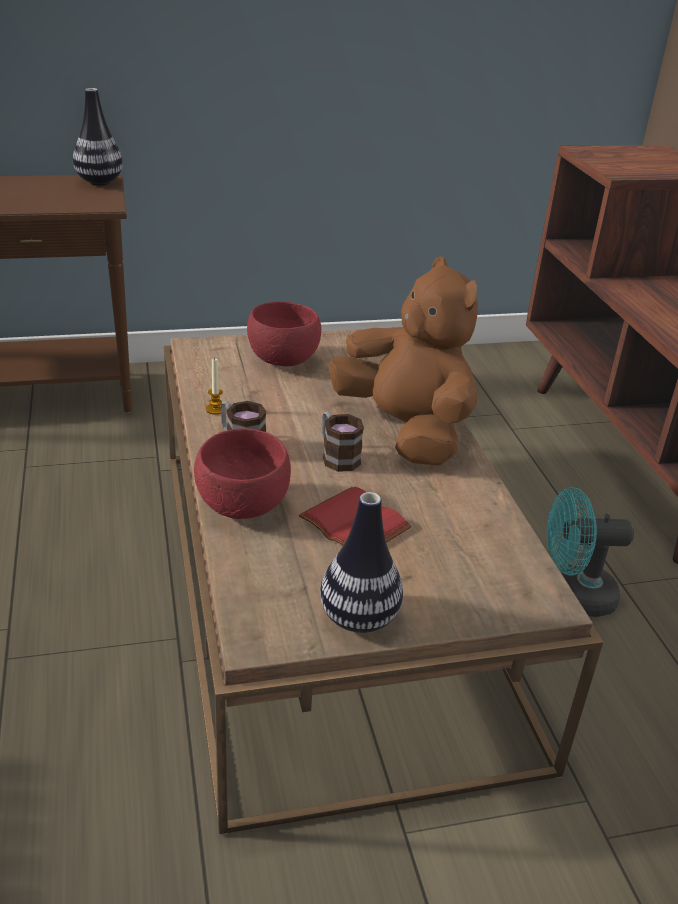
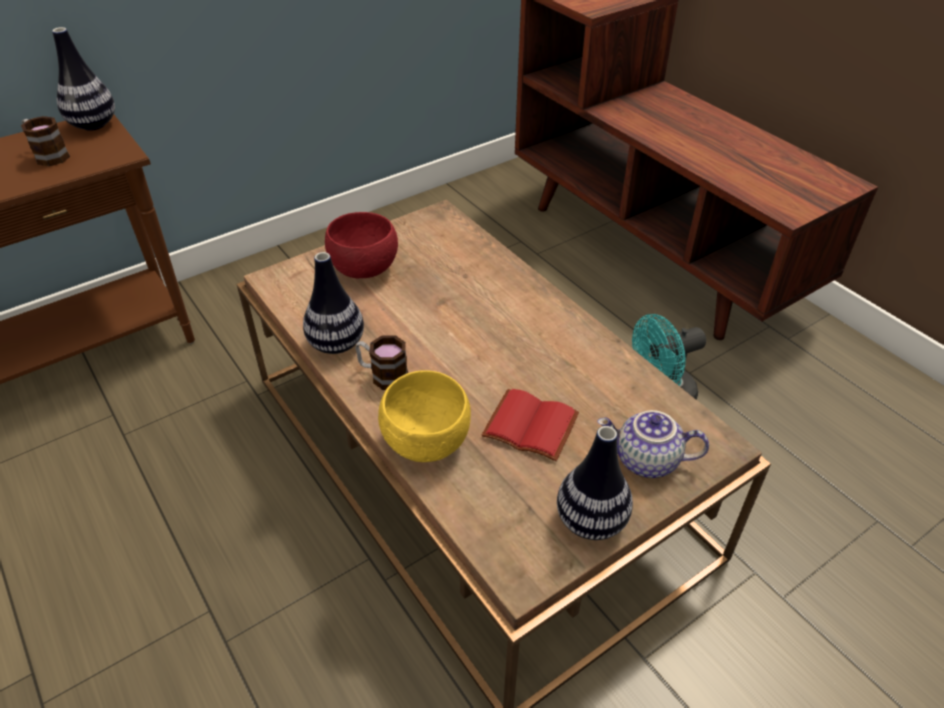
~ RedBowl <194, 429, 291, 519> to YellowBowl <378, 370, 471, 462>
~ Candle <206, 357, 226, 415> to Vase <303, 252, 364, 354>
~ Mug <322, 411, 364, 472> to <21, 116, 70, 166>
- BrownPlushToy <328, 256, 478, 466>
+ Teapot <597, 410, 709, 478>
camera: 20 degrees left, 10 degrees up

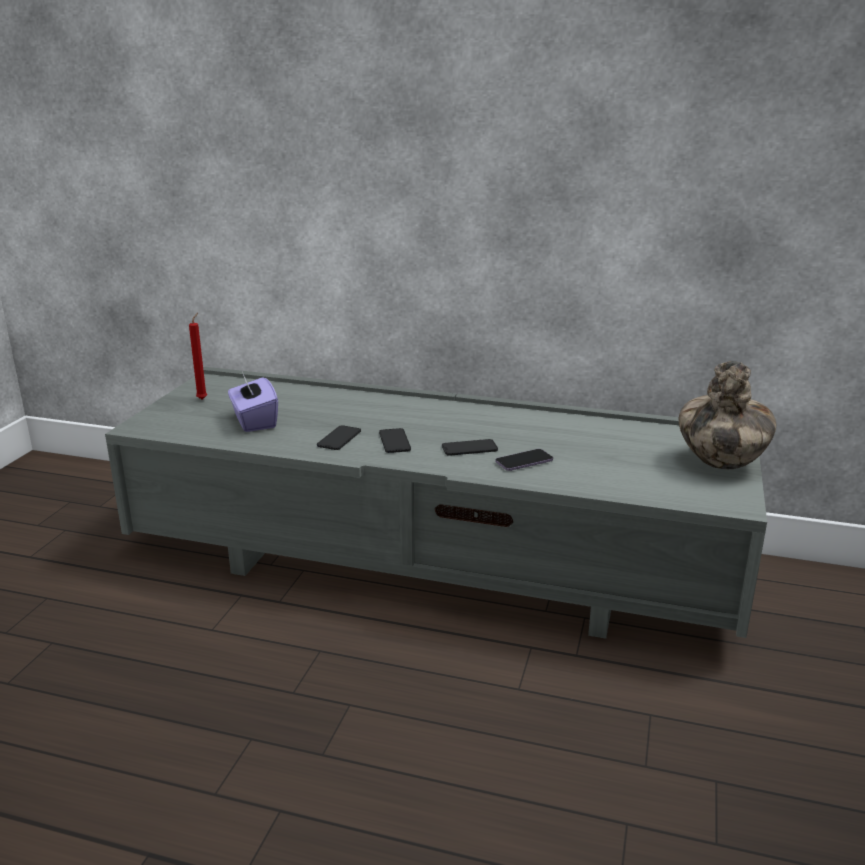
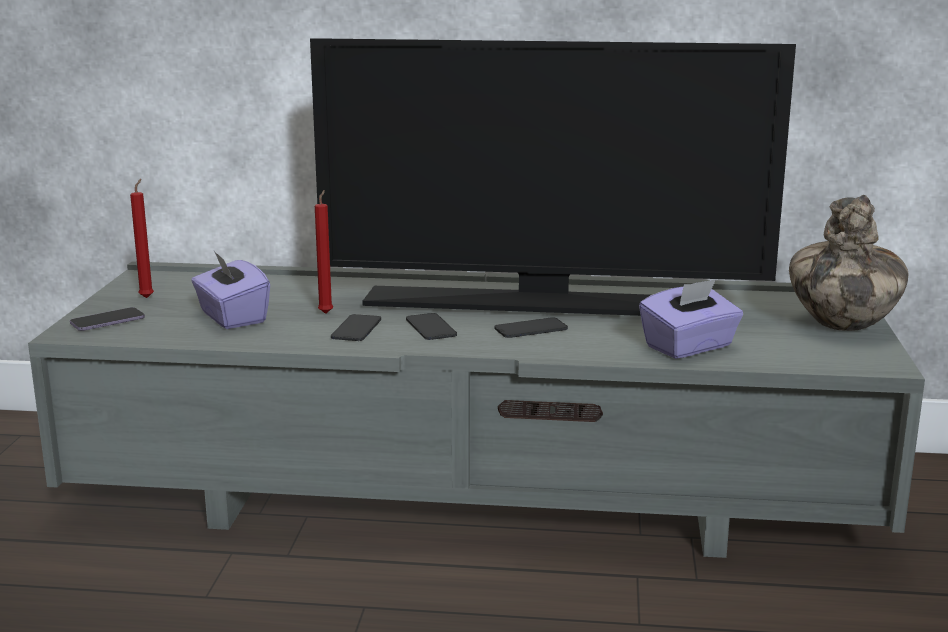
~ Phone <495, 449, 553, 471> to <70, 307, 145, 331>
+ Television <310, 38, 796, 316>
+ RedCandle <315, 190, 333, 314>
+ PurpleTissueBox <639, 279, 743, 359>
camera: 10 degrees left, 5 degrees down

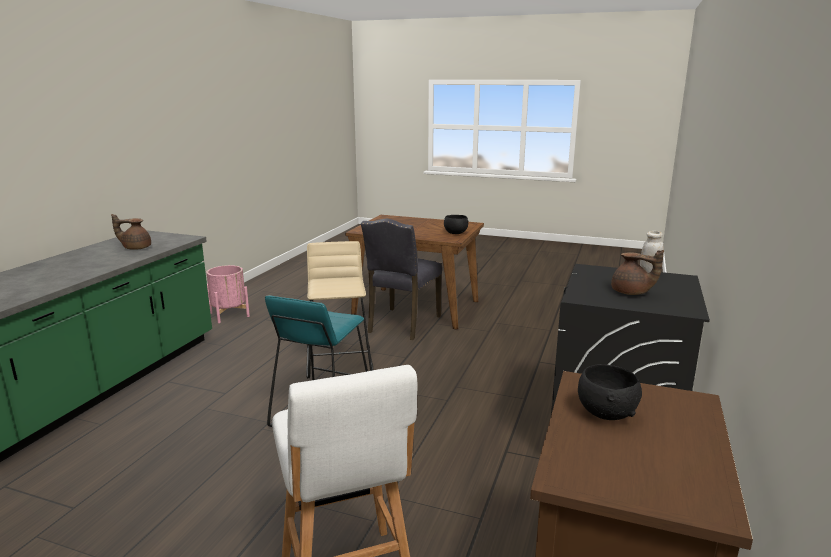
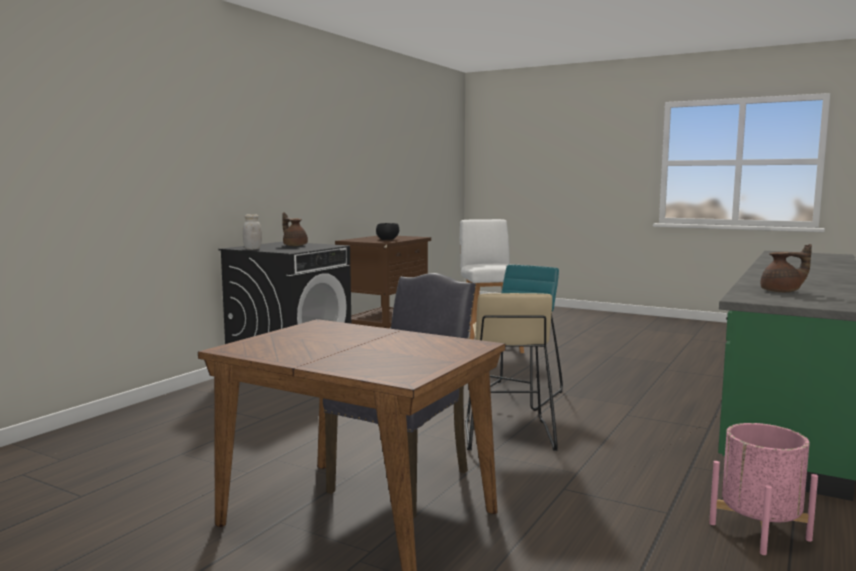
- BlackBowl <444, 215, 469, 234>
camera: 170 degrees left, 10 degrees down

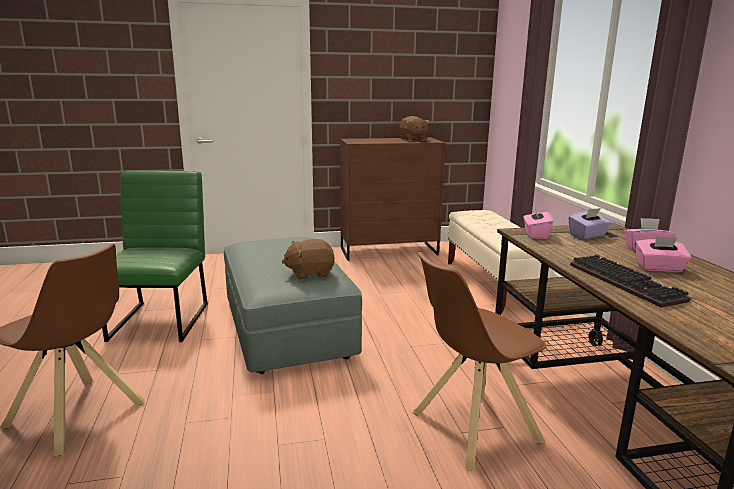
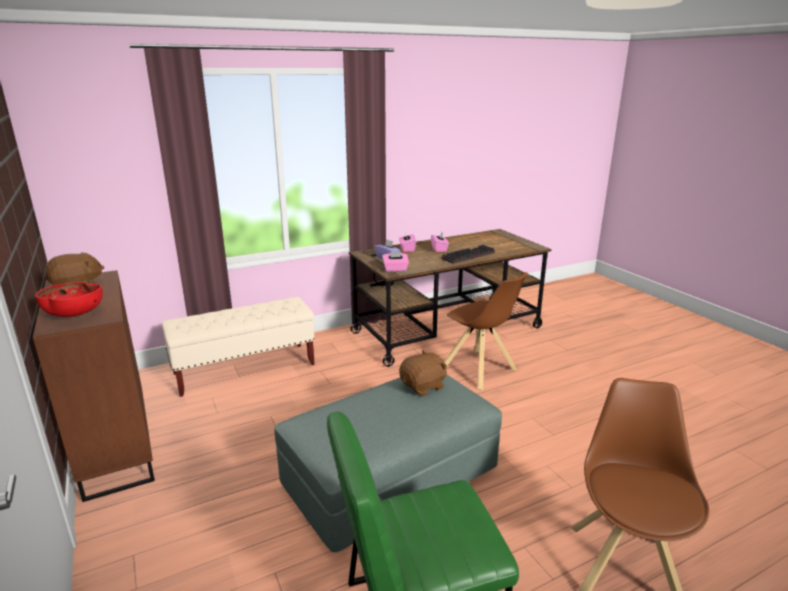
~ BrownPlushToy <282, 239, 334, 280> = <399, 350, 447, 396> 90 degrees counterclockwise
+ RedBowl <35, 282, 103, 317>
camera: 105 degrees left, 5 degrees up

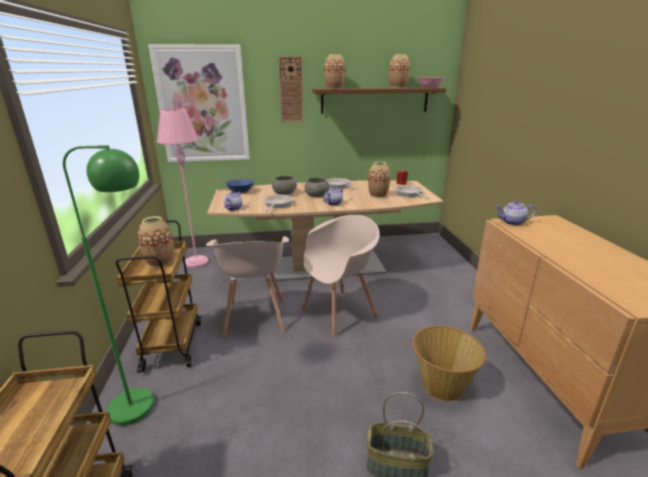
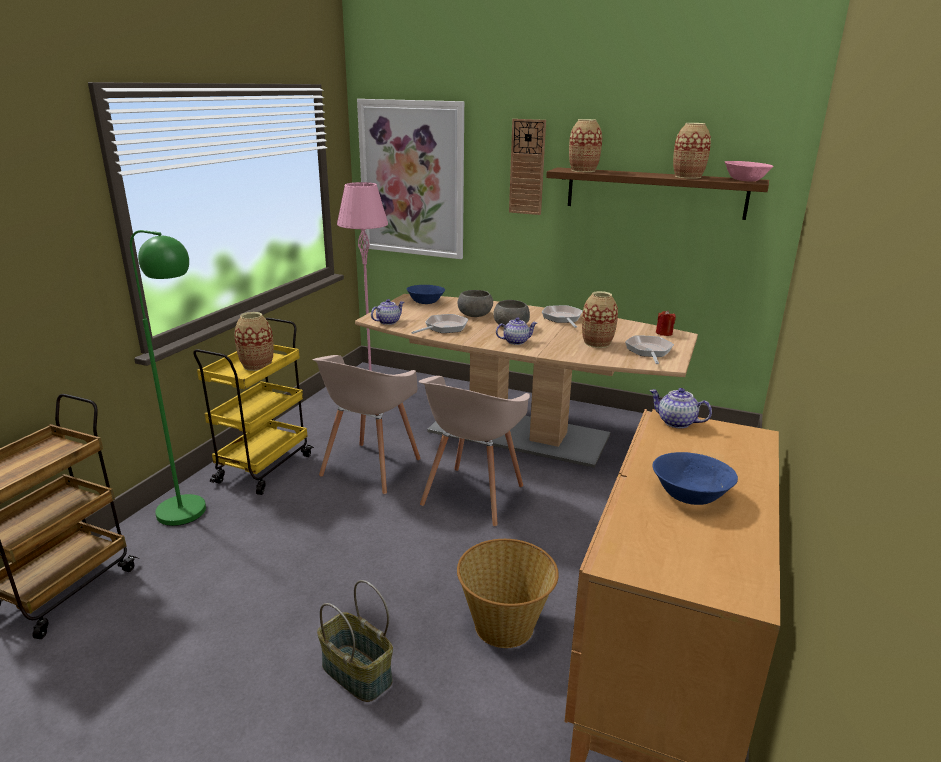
~ BrownCart <116, 220, 201, 373> to YellowCart <193, 318, 314, 495>
~ BeigeChair <302, 215, 379, 337> = <419, 376, 530, 526> 120 degrees clockwise
+ BlueBowl <653, 452, 738, 505>
camera: 30 degrees right, 0 degrees up

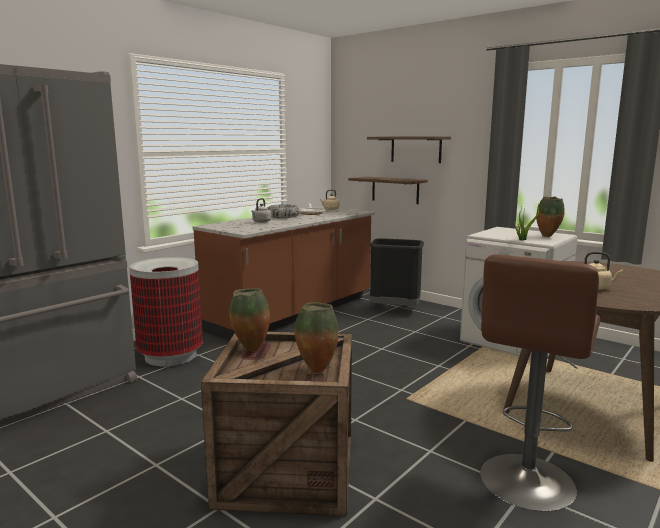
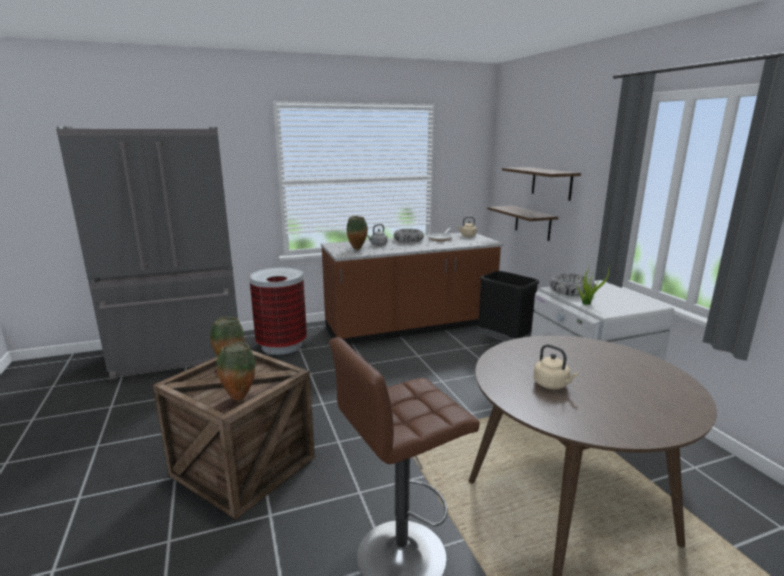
~ Vase <536, 196, 565, 237> to <347, 216, 368, 250>
+ Bowl <550, 273, 595, 296>
camera: 30 degrees right, 5 degrees up

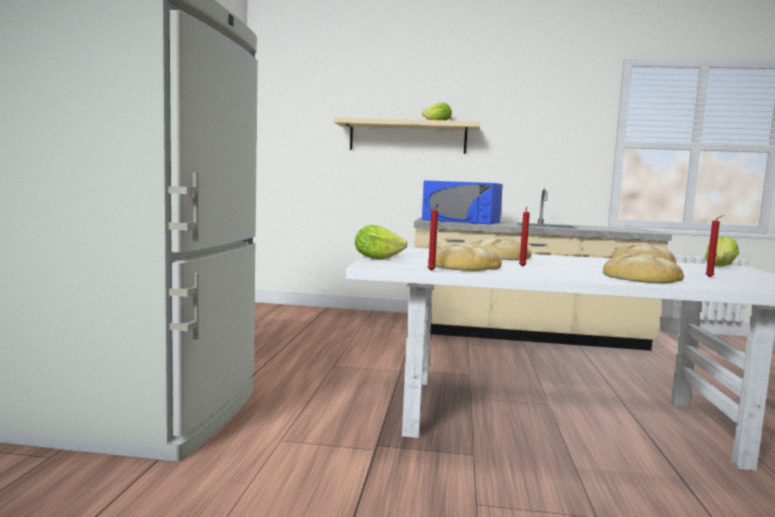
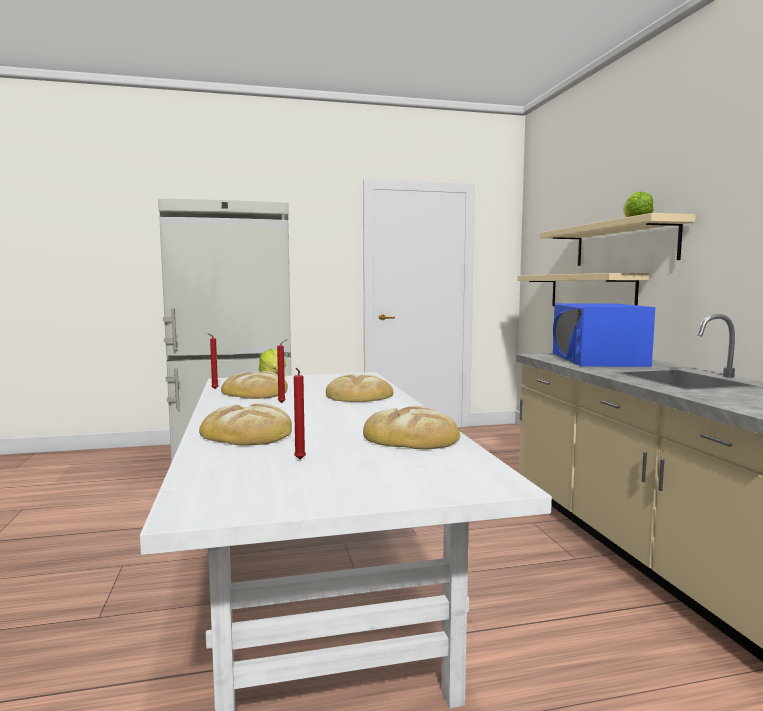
- Lettuce <705, 236, 739, 267>
+ BeigeShelf <517, 273, 649, 306>
camera: 70 degrees right, 0 degrees up

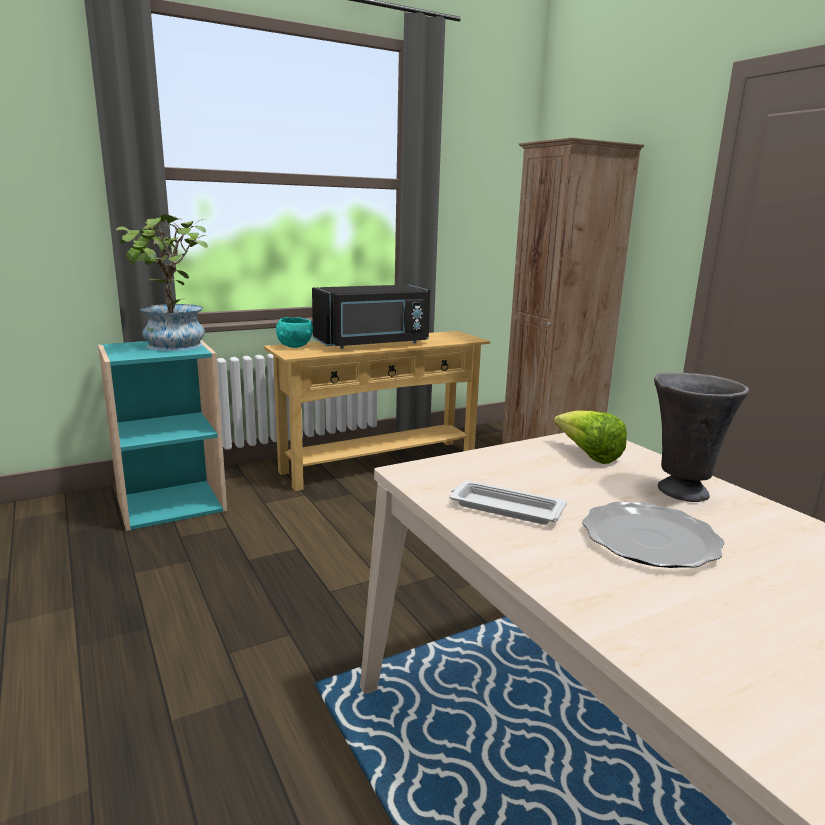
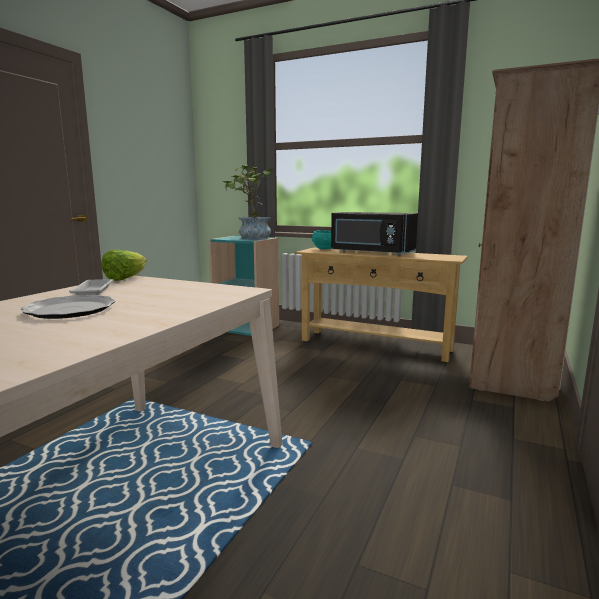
~ Lettuce <554, 411, 627, 464> to <101, 249, 147, 281>
- GreyVase <654, 372, 749, 502>
camera: 55 degrees right, 5 degrees down

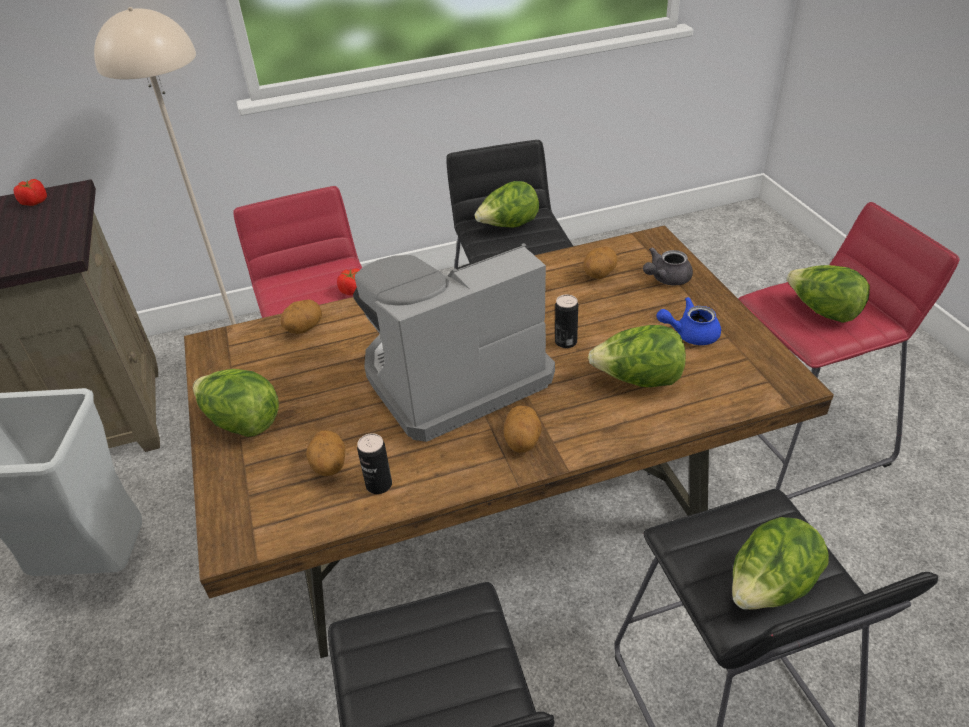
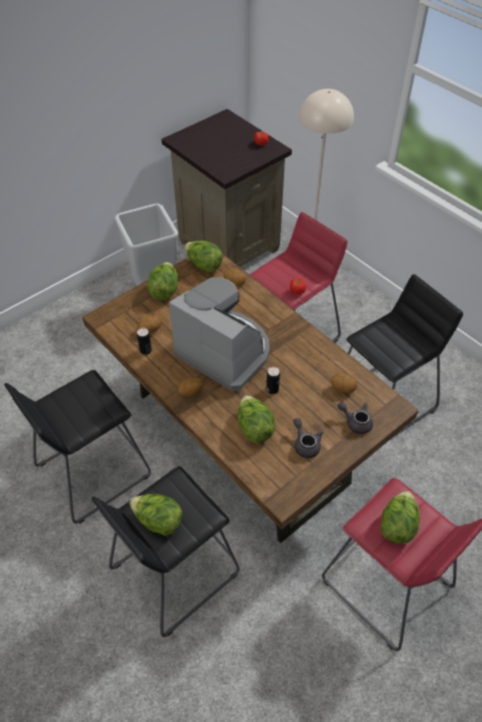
~ Lettuce <475, 181, 539, 228> to <185, 241, 223, 272>
~ BlueTeapot <656, 297, 721, 345> to GreyTeapot <293, 418, 323, 458>
camera: 65 degrees right, 10 degrees up

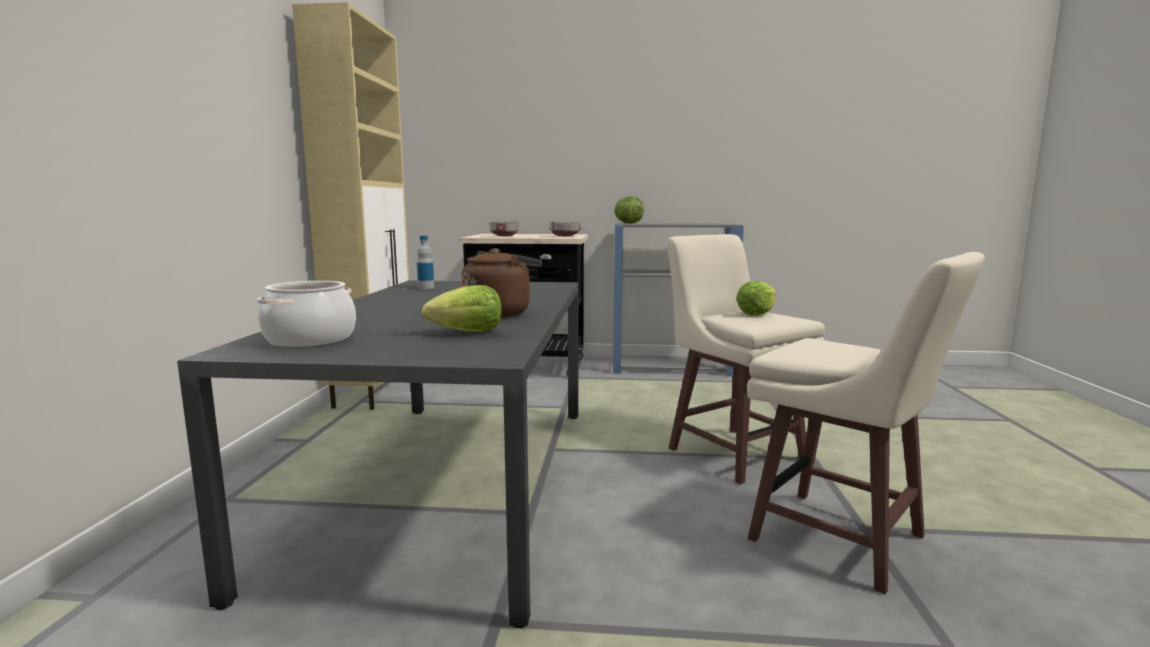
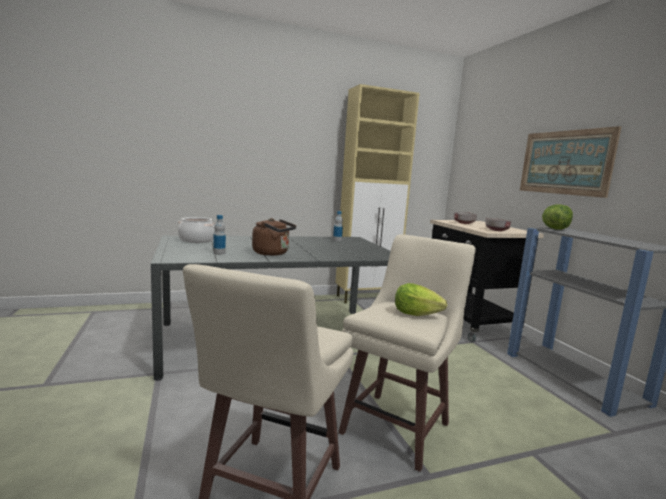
~ Lettuce <422, 285, 502, 332> to Bottle <214, 215, 226, 254>
+ Picture <520, 126, 621, 198>
camera: 65 degrees right, 0 degrees up

